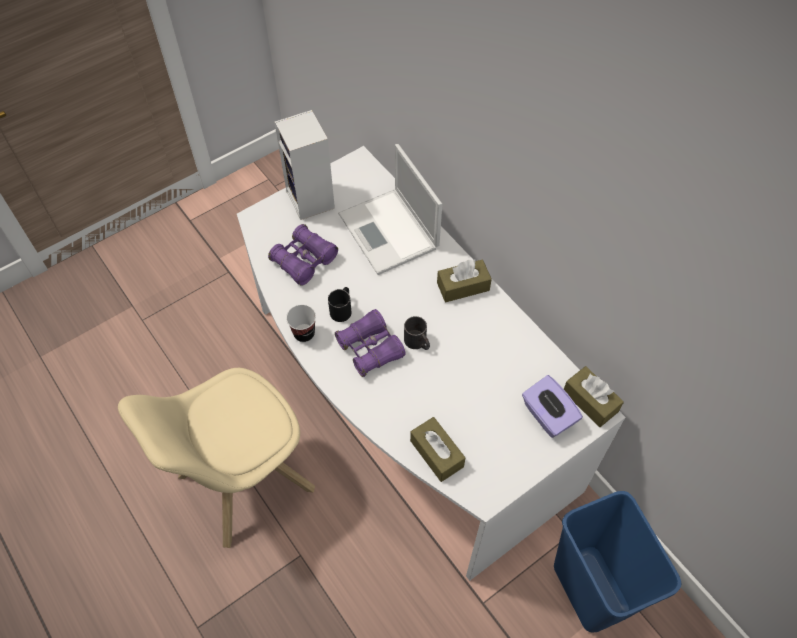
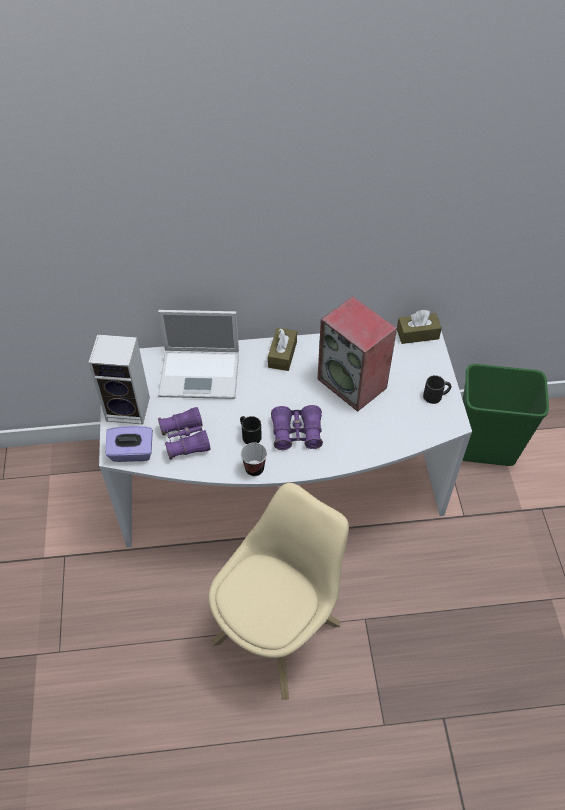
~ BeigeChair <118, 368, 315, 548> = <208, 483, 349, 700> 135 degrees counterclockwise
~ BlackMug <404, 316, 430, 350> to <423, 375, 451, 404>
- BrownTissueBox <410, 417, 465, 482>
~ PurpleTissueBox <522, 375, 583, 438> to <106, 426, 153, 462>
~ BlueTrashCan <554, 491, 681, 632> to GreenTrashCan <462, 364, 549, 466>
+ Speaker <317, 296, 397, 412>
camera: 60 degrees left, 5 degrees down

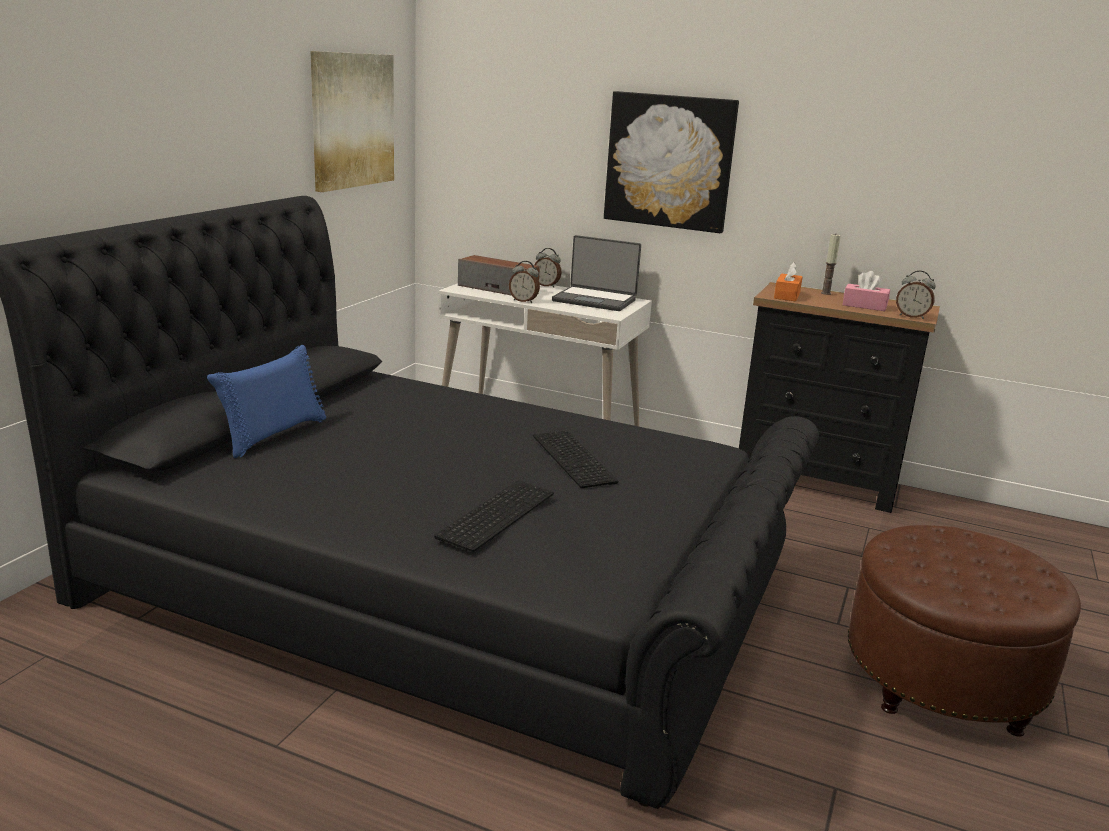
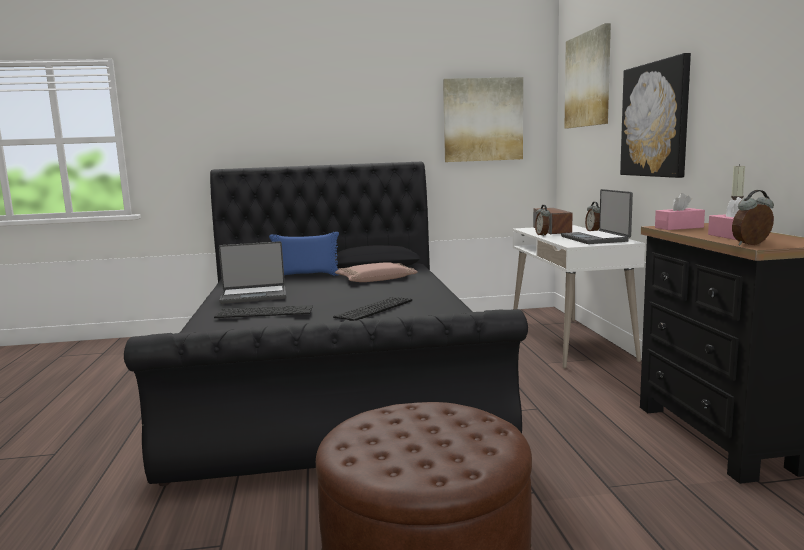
~ OrangeTissueBox <774, 262, 803, 301> to PinkTissueBox <655, 193, 705, 230>
~ AlarmClock <896, 271, 936, 319> = <732, 190, 774, 245> 75 degrees clockwise
+ Laptop <219, 241, 286, 304>
+ BeigePillow <335, 262, 418, 282>
+ Picture <564, 23, 611, 129>
camera: 60 degrees right, 10 degrees down

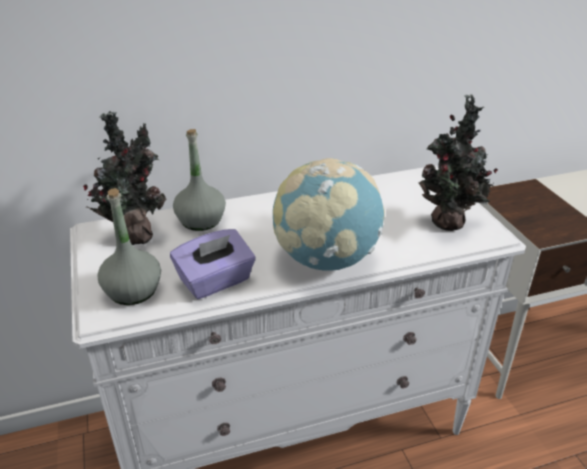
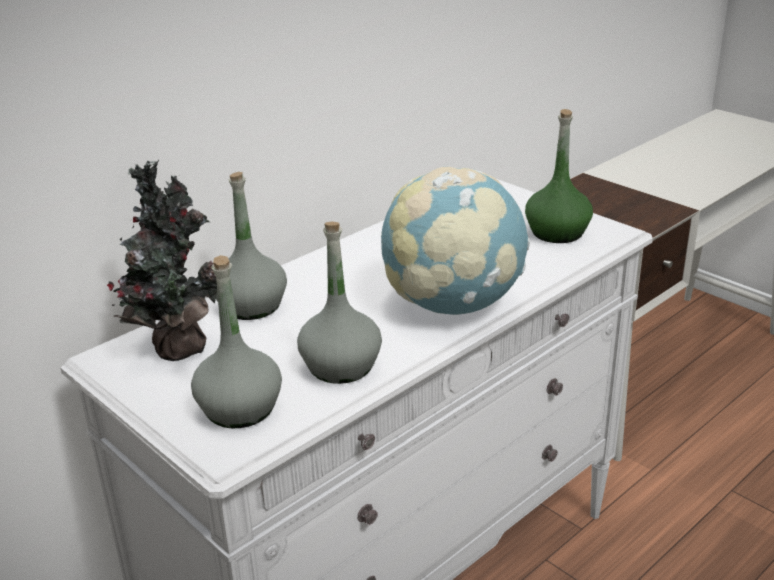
~ PurpleTissueBox <170, 229, 256, 299> to GreyBottle <297, 221, 382, 384>
~ PottedPlant <418, 94, 498, 231> to GreenBottle <525, 109, 593, 243>
camera: 25 degrees left, 5 degrees down

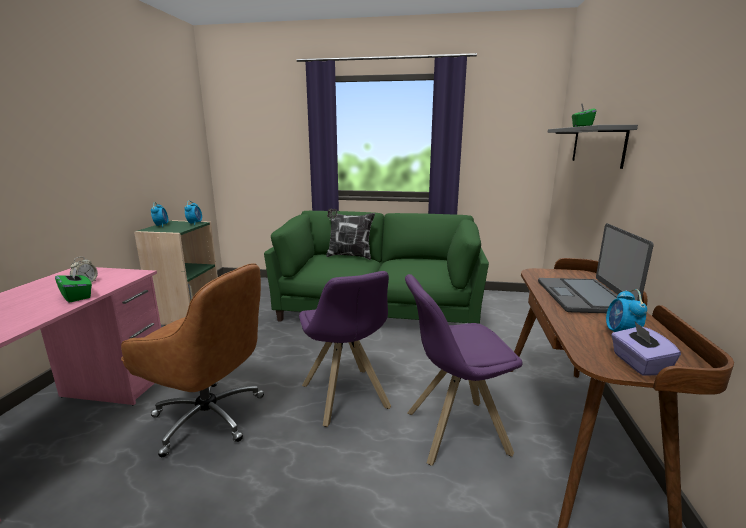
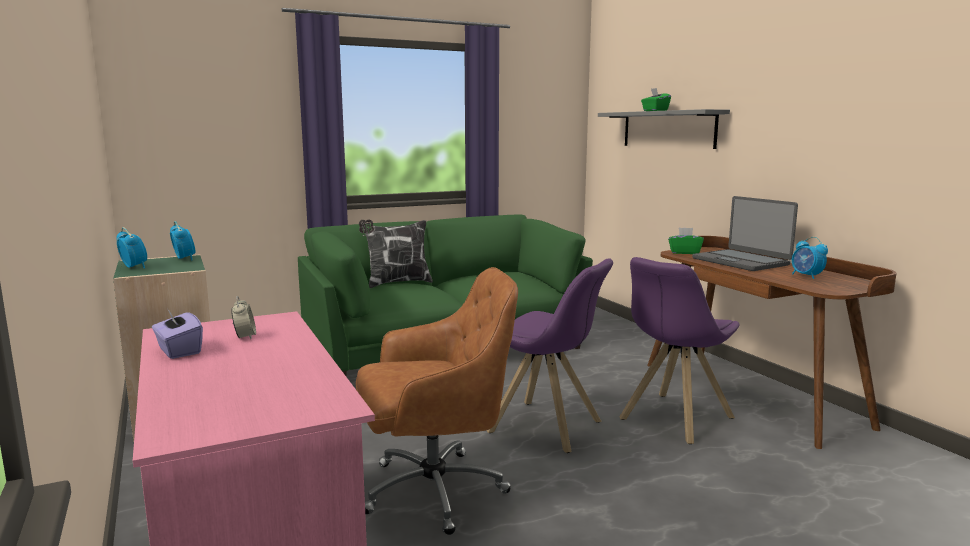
~ GreenTissueBox <55, 267, 92, 303> to <668, 228, 704, 254>
~ PurpleTissueBox <611, 322, 681, 376> to <152, 308, 203, 359>
camera: 35 degrees left, 5 degrees down

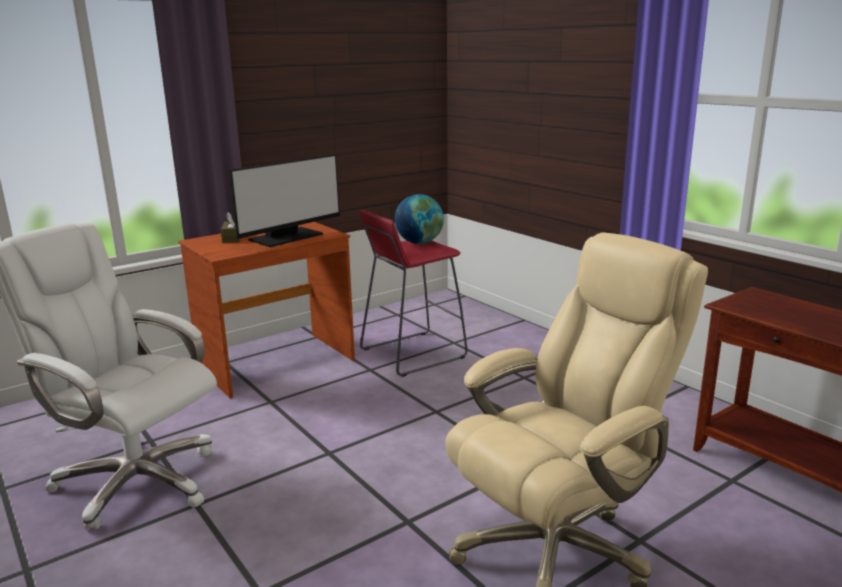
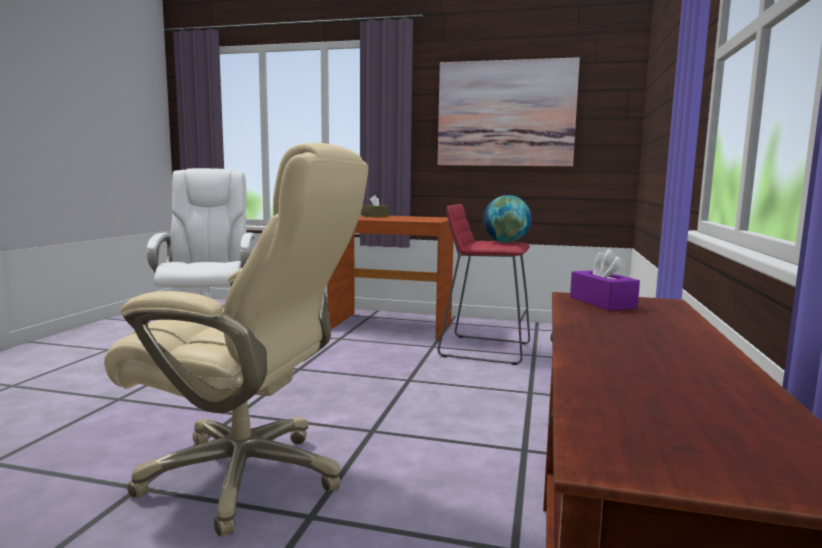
- Monitor <229, 154, 340, 247>
+ Picture <438, 57, 580, 166>
+ PurpleTissueBox <570, 249, 640, 311>
camera: 50 degrees right, 10 degrees down

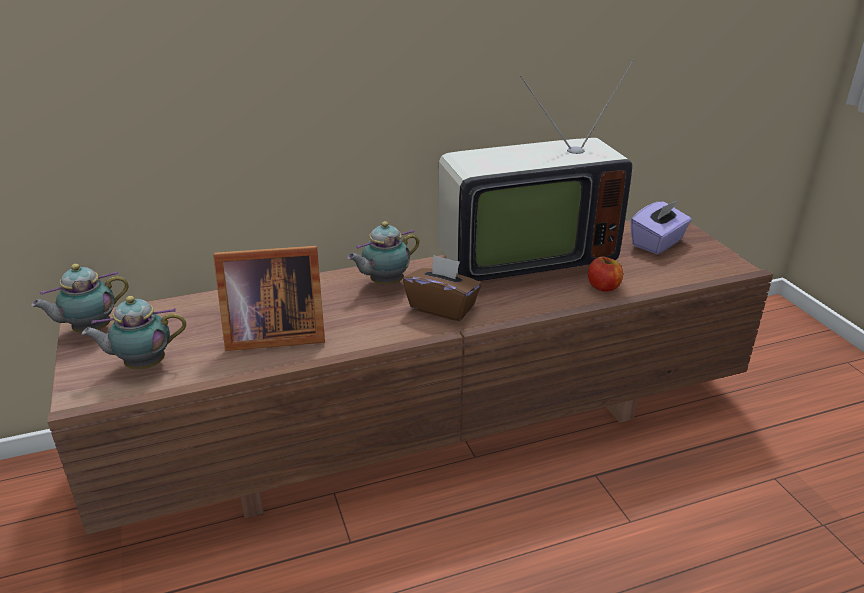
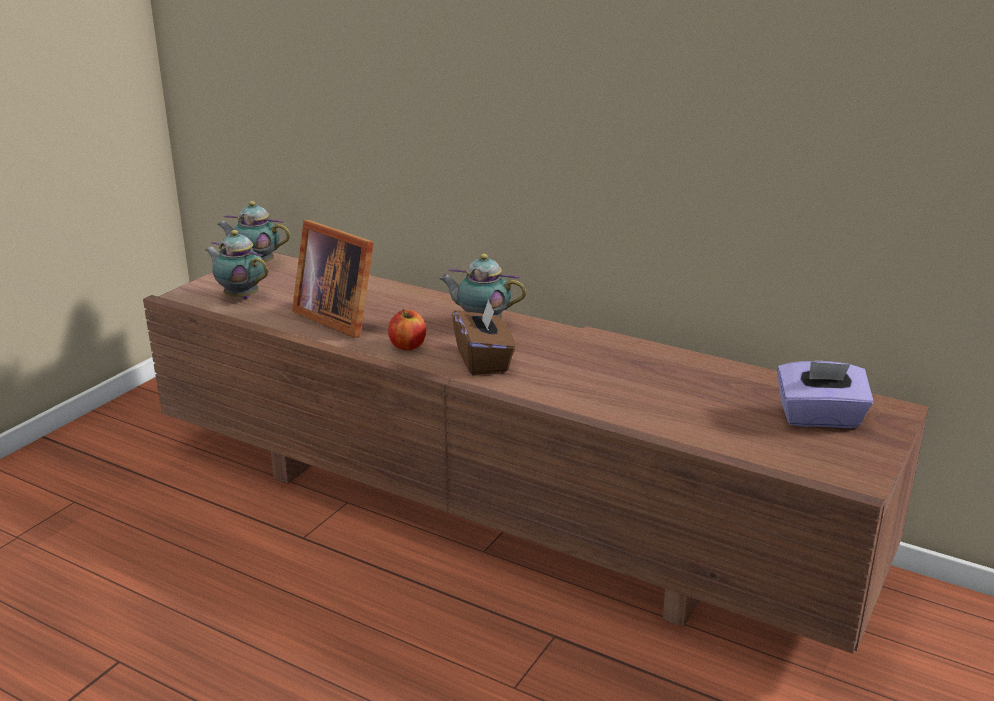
- Television <438, 59, 634, 281>
~ Apple <588, 257, 623, 292> to <388, 309, 426, 350>
camera: 50 degrees right, 5 degrees down

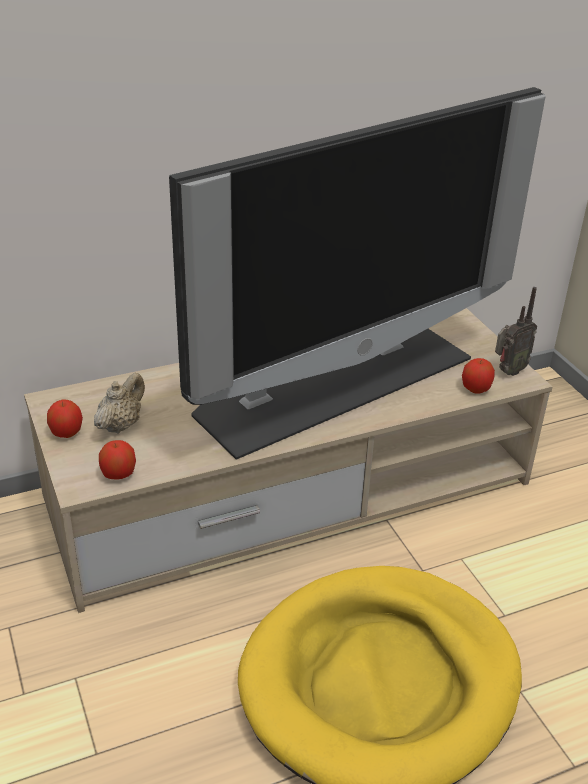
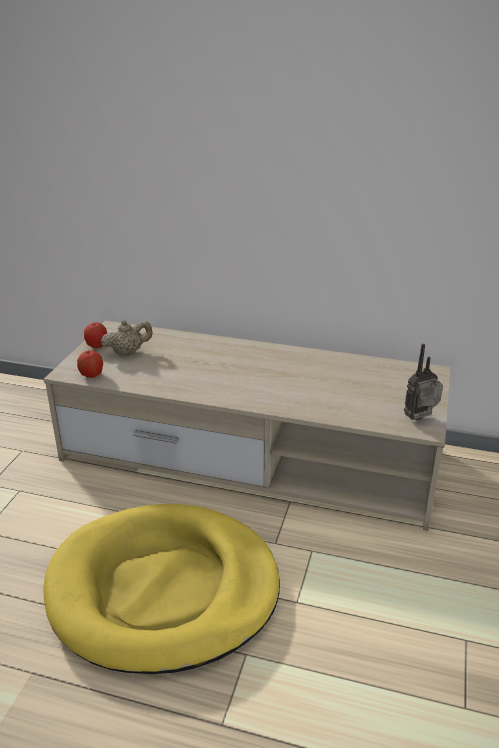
- Television <169, 87, 546, 460>
- Apple <462, 358, 495, 394>
~ Radio <495, 287, 537, 376> = <404, 344, 443, 420> 150 degrees clockwise
camera: 40 degrees right, 5 degrees down

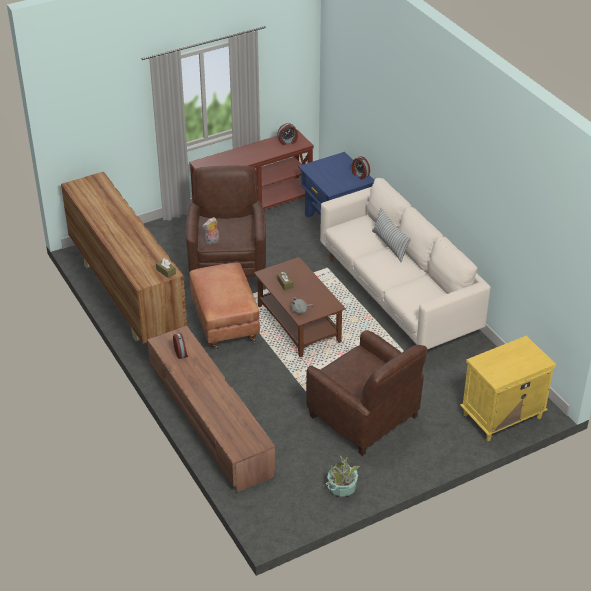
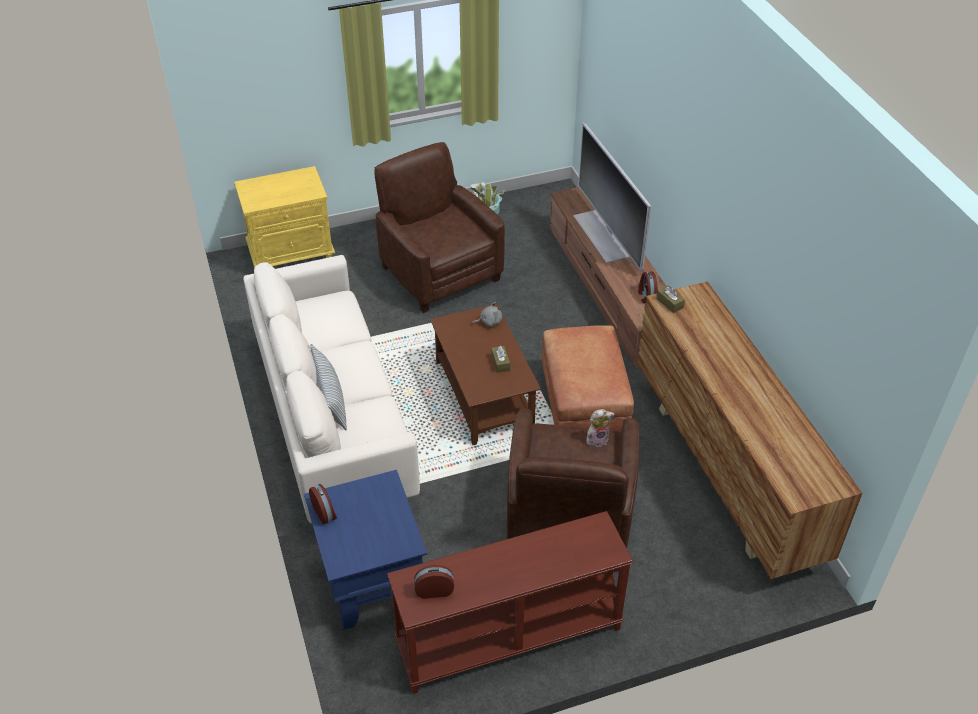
+ Television <573, 123, 651, 271>
camera: 170 degrees left, 5 degrees up

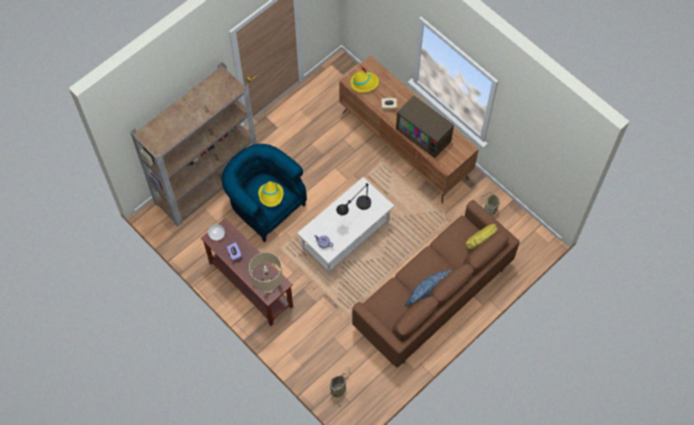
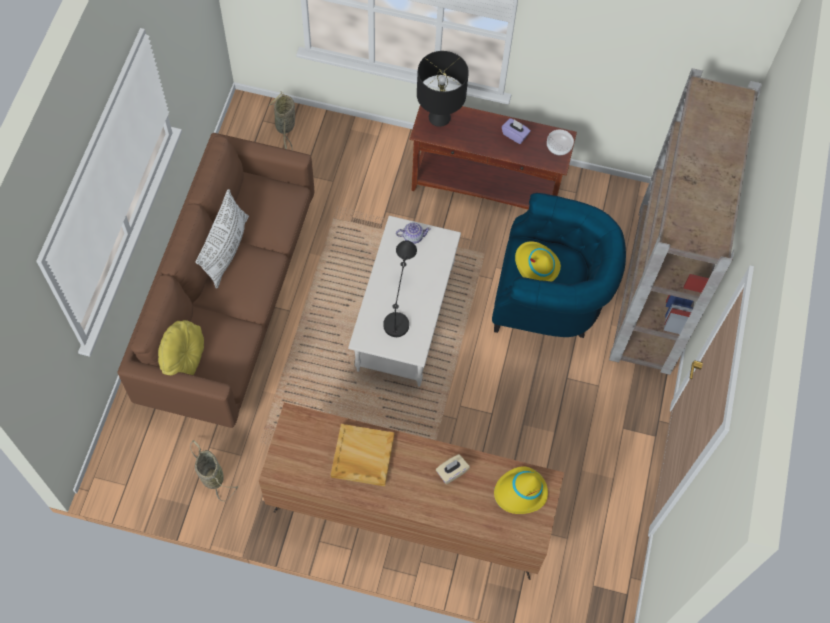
~ BeigeTableLamp <249, 252, 283, 293> to BlackTableLamp <417, 51, 469, 127>
~ Television <396, 96, 454, 158> to BeigeTray <331, 424, 395, 486>
~ BluePillow <404, 269, 452, 307> to WhitePillow <195, 189, 249, 289>
camera: 145 degrees right, 0 degrees up

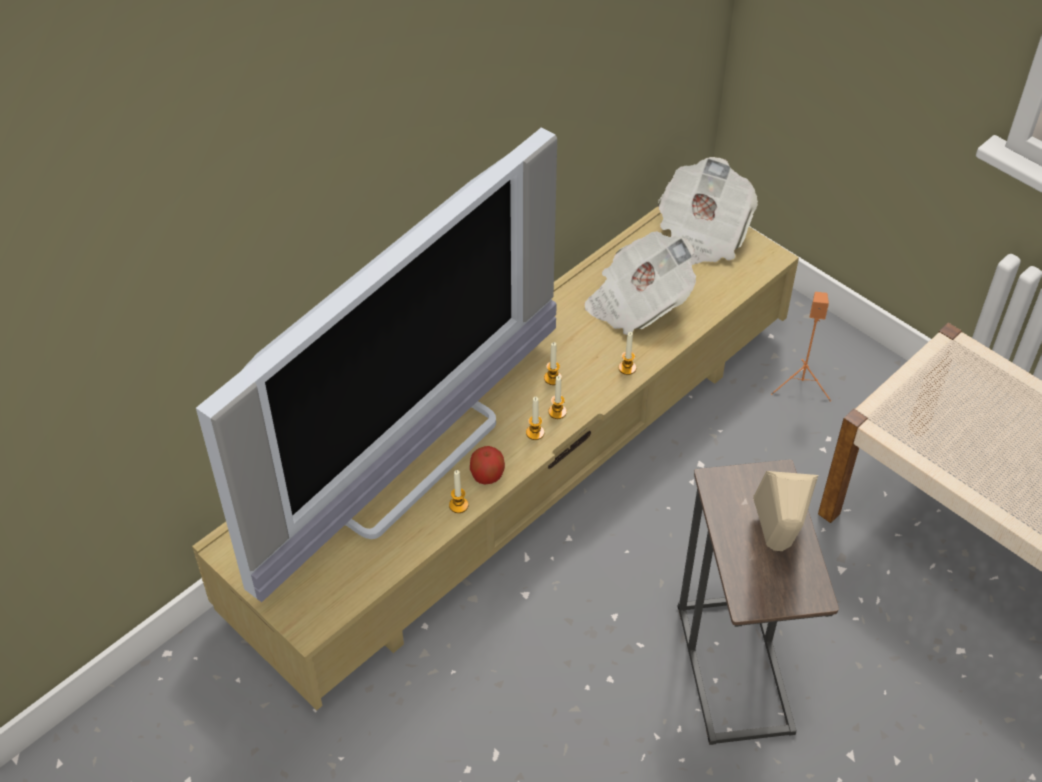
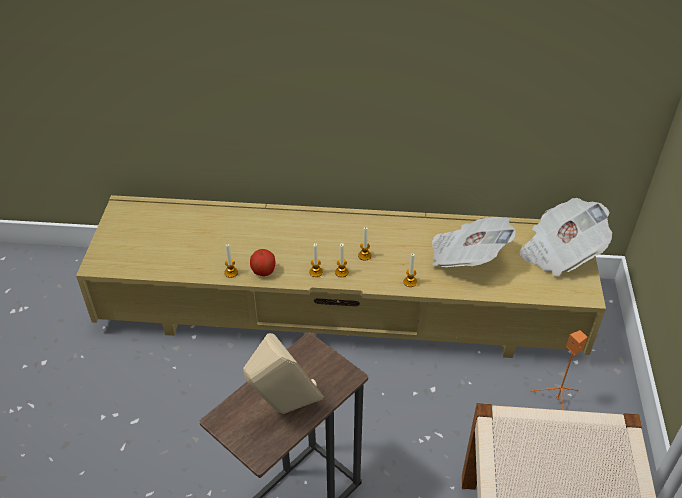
- Television <196, 127, 557, 602>
camera: 50 degrees right, 5 degrees down

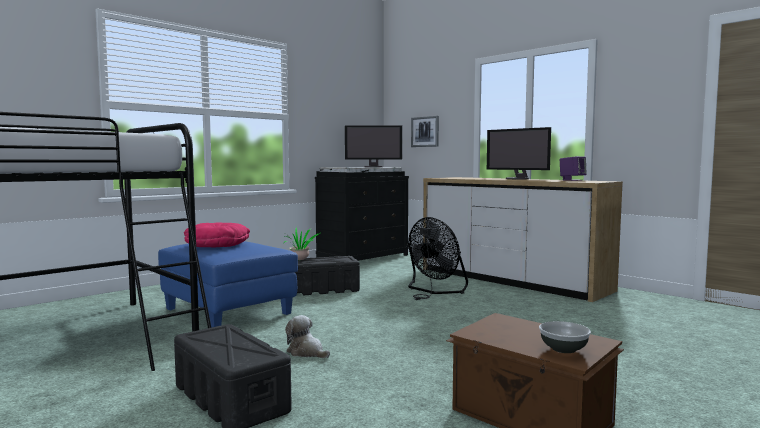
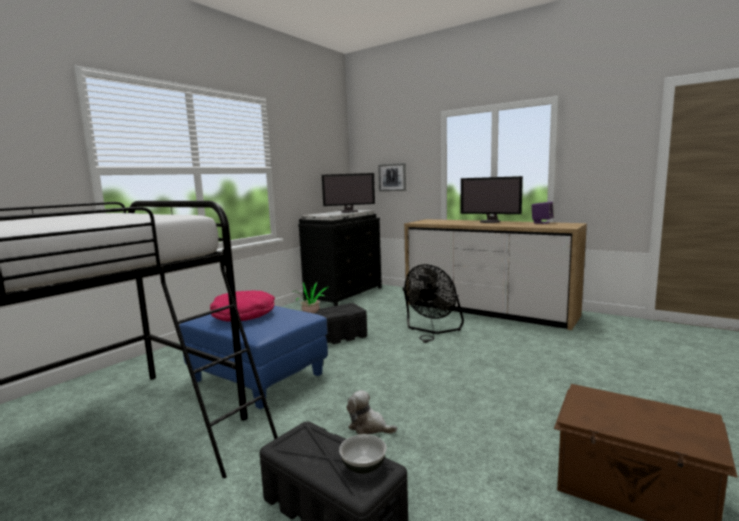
~ Bowl <539, 321, 591, 353> to <339, 434, 387, 474>
camera: 10 degrees left, 5 degrees up

